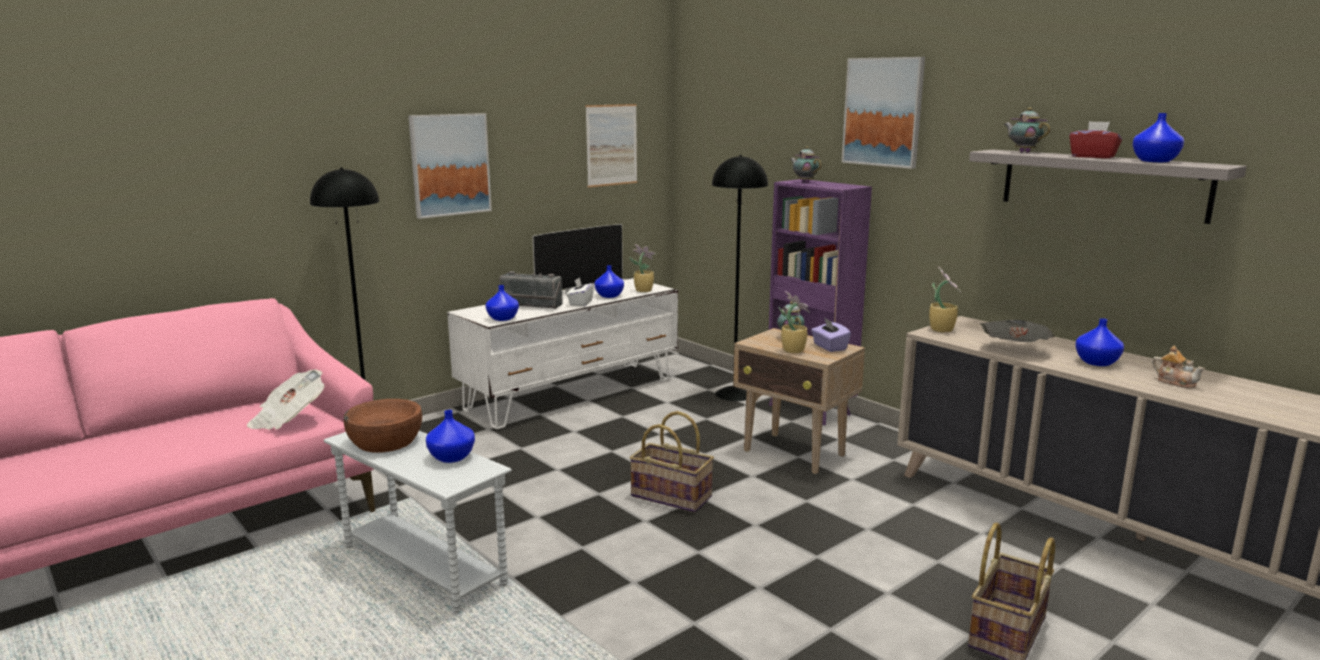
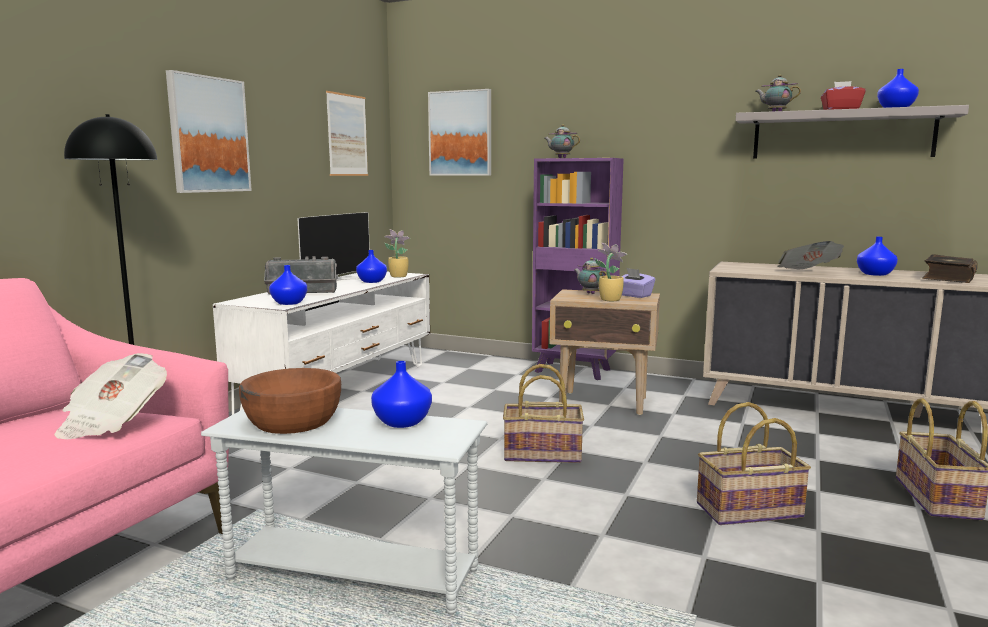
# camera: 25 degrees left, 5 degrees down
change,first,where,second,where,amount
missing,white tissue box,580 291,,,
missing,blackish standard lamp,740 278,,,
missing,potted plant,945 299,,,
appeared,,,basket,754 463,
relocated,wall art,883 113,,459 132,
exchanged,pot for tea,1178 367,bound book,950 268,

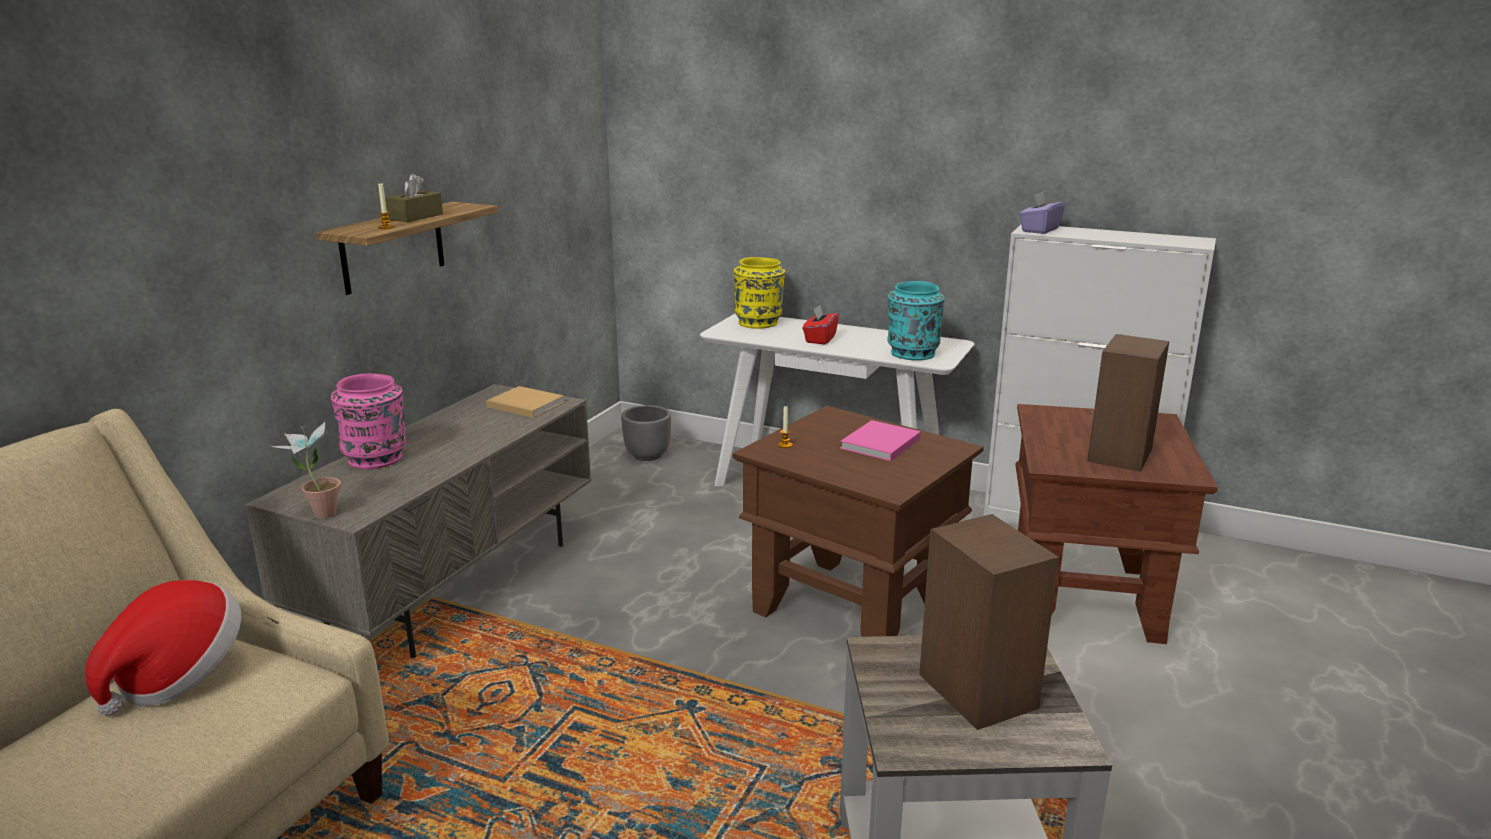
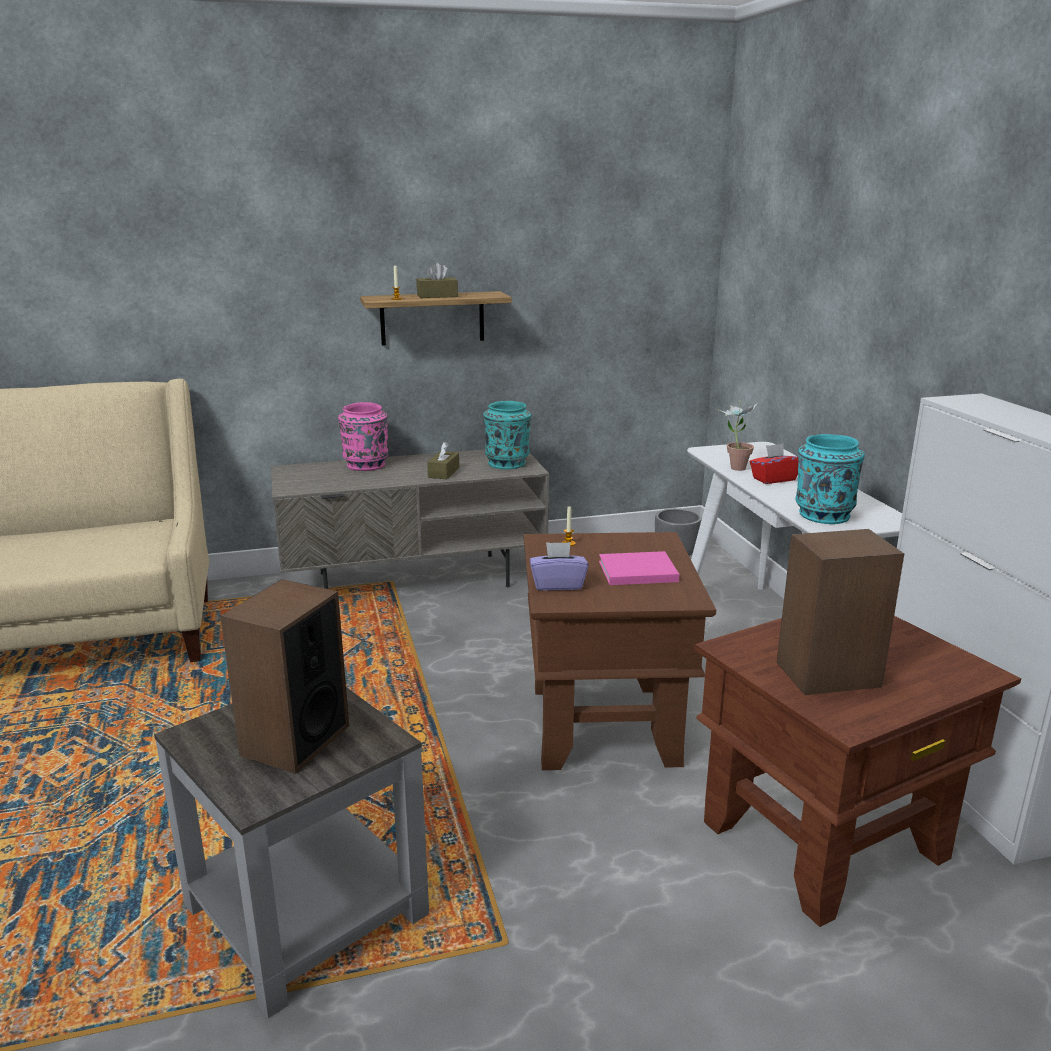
# camera: 50 degrees right, 0 degrees up
change,first,where,second,where,amount
missing,hat,163 648,,,
missing,yellow decorative vase,759 293,,,
appeared,,,brown tissue box,443 460,
relocated,potted plant,306 470,,737 436,
relocated,purple tissue box,1042 212,,559 566,
exchanged,beige bound book,525 402,blue-green decorative vase,507 435,

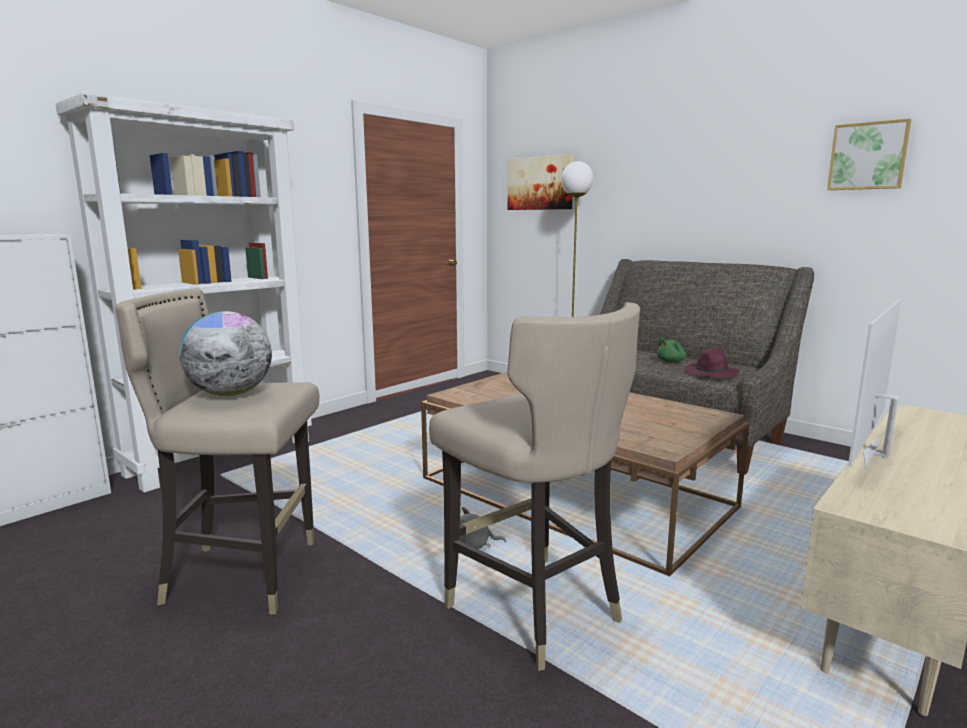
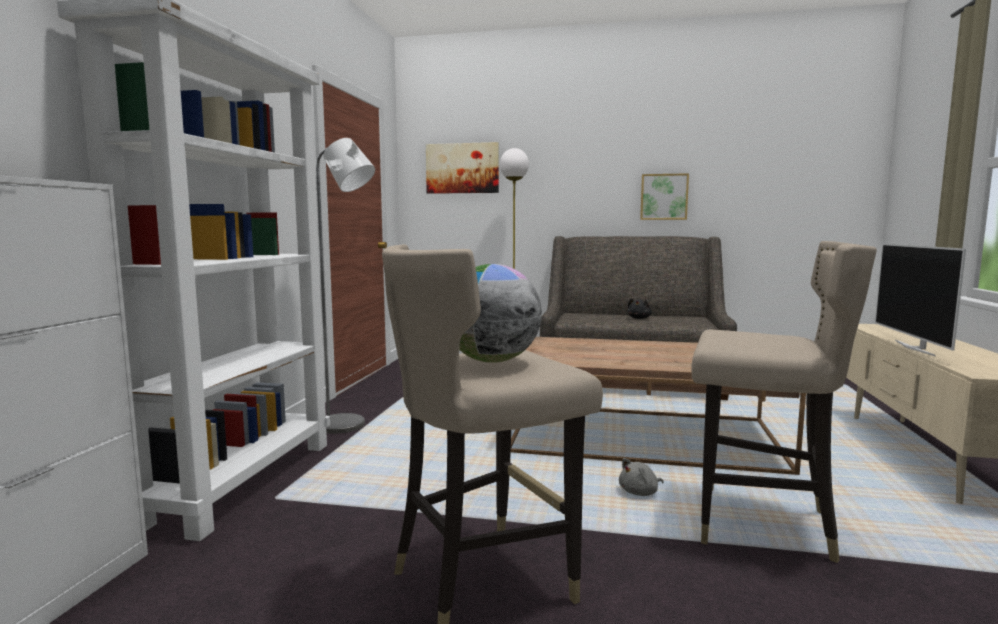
# camera: 30 degrees left, 5 degrees down
change,first,where,second,where,amount
missing,purple hat,712 363,,,
appeared,,,grey standard lamp,345 286,
relocated,wall art,869 154,,664 196,
colour,green-coloured plush toy,671 350,blackish plush toy,639 308,

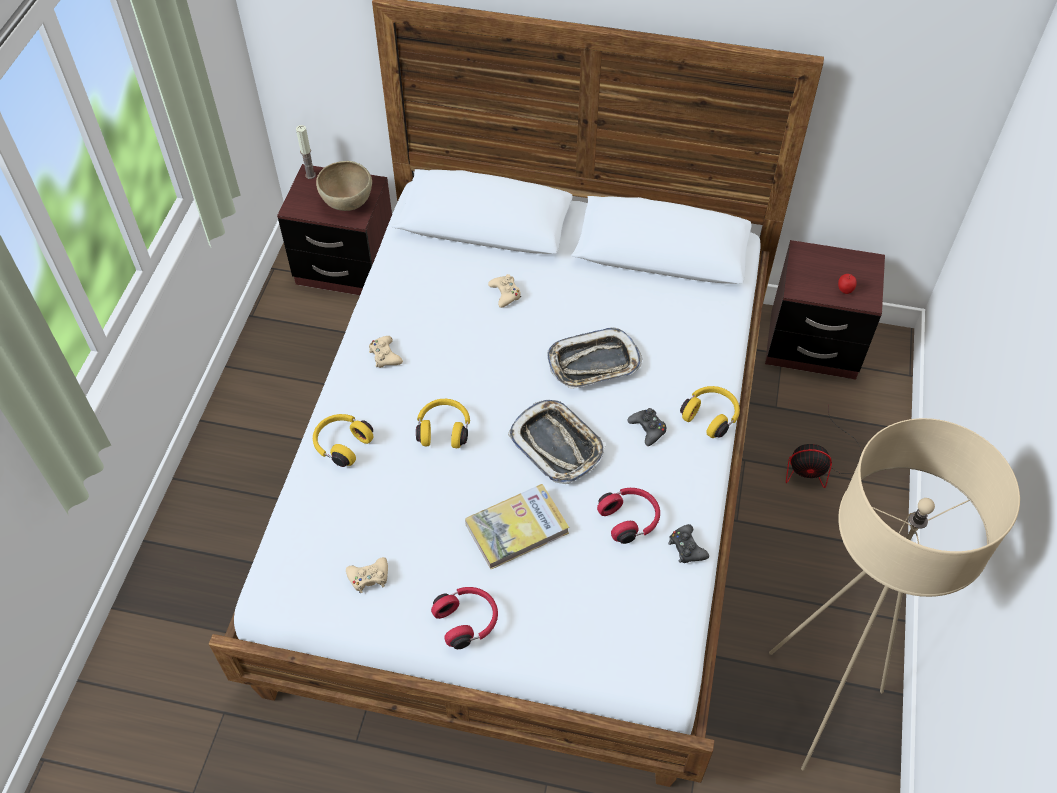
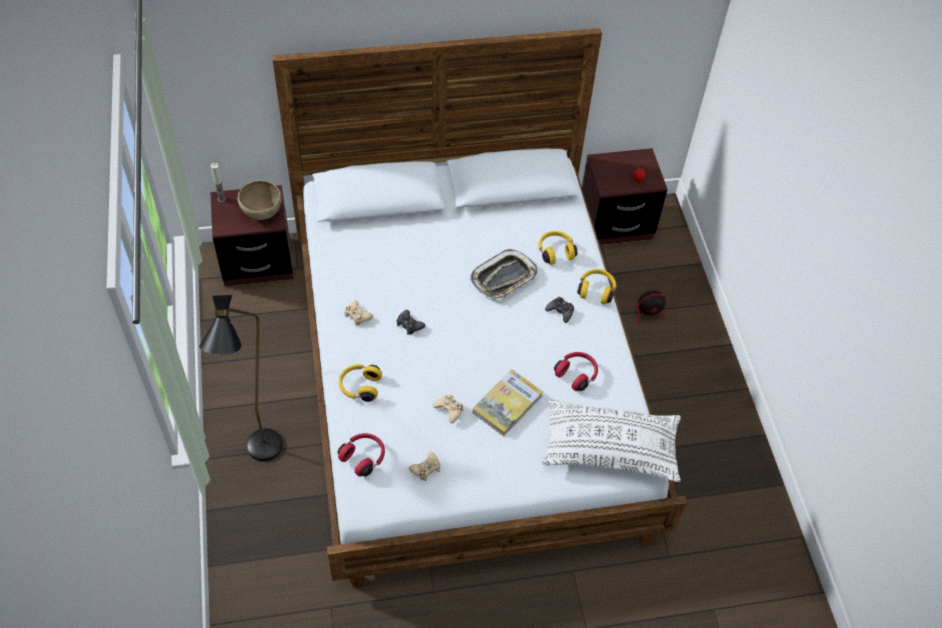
# camera: 25 degrees left, 0 degrees up
change,first,where,second,where,amount
missing,carrying tray,557 442,,,
missing,beige standard lamp,894 594,,,
appeared,,,blackish standard lamp,241 378,
appeared,,,white throw pillow,611 440,
relocated,yellow headphones,443 423,,557 248,
relocated,reddish headphones,464 618,,361 455,
relocated,beige game controller,504 291,,448 409,
relocated,blackish game controller,688 543,,411 322,

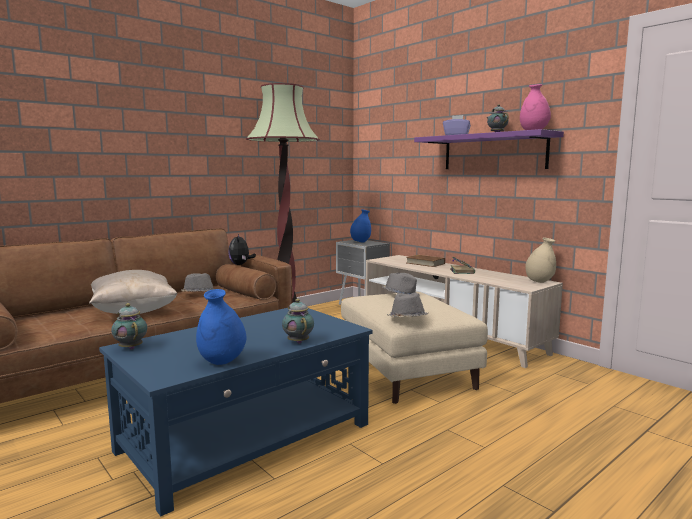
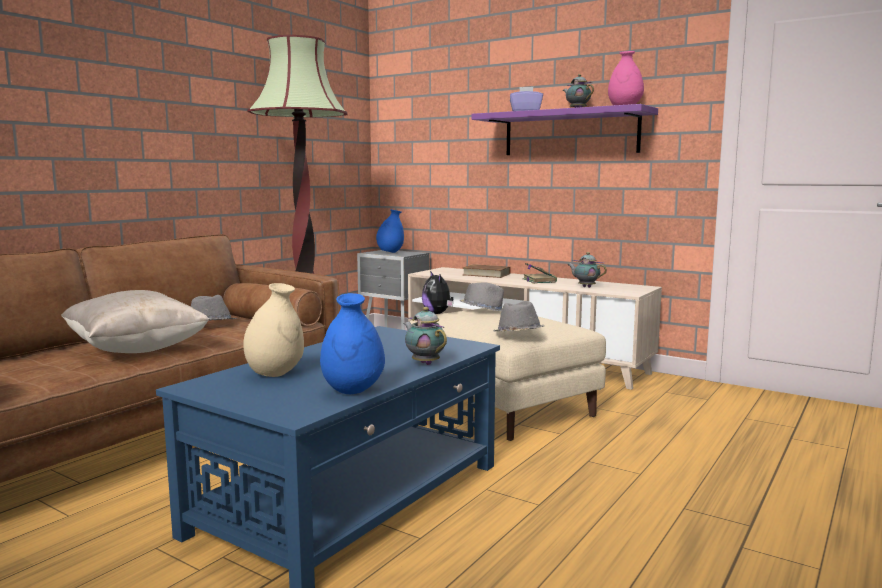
# camera: 15 degrees left, 0 degrees up
change,first,where,second,where,amount
relocated,pot for tea,129 326,,587 270,
relocated,plush toy,242 249,,437 292,
relocated,beige decorative vase,540 260,,273 330,

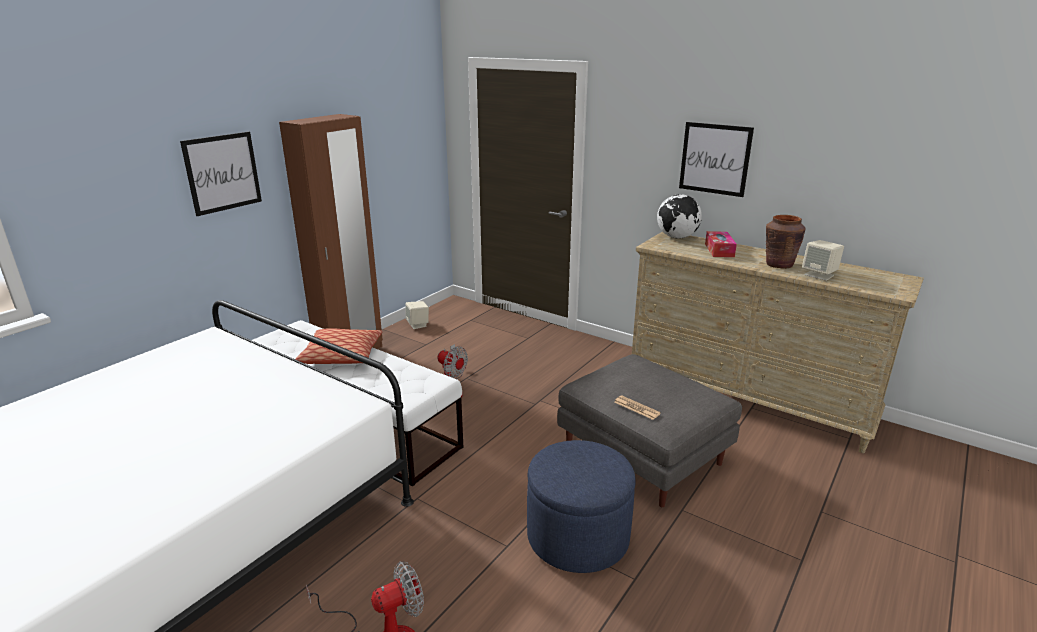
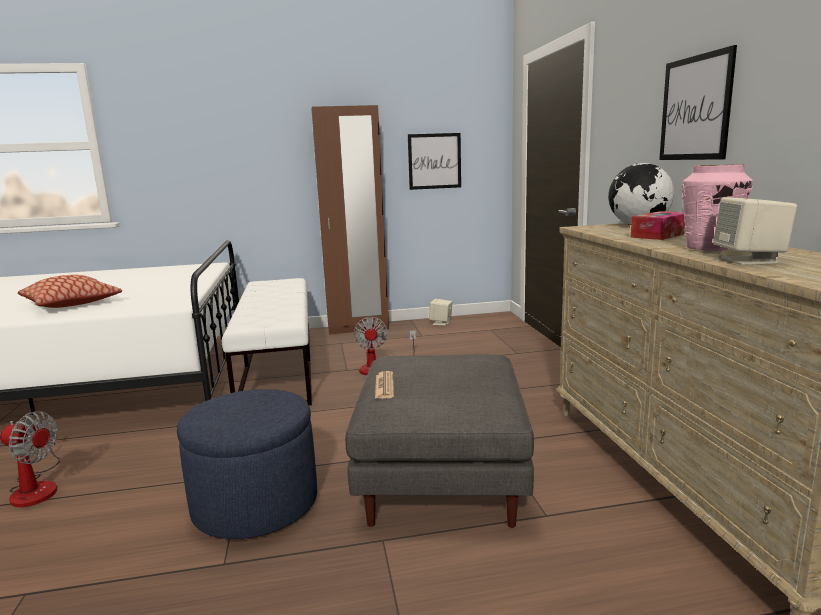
# camera: 45 degrees right, 10 degrees down
change,first,where,second,where,amount
relocated,wall art,221 174,,434 161,
relocated,throw pillow,339 346,,70 291,
colour,brown decorative vase,786 242,pink-coloured decorative vase,717 207,

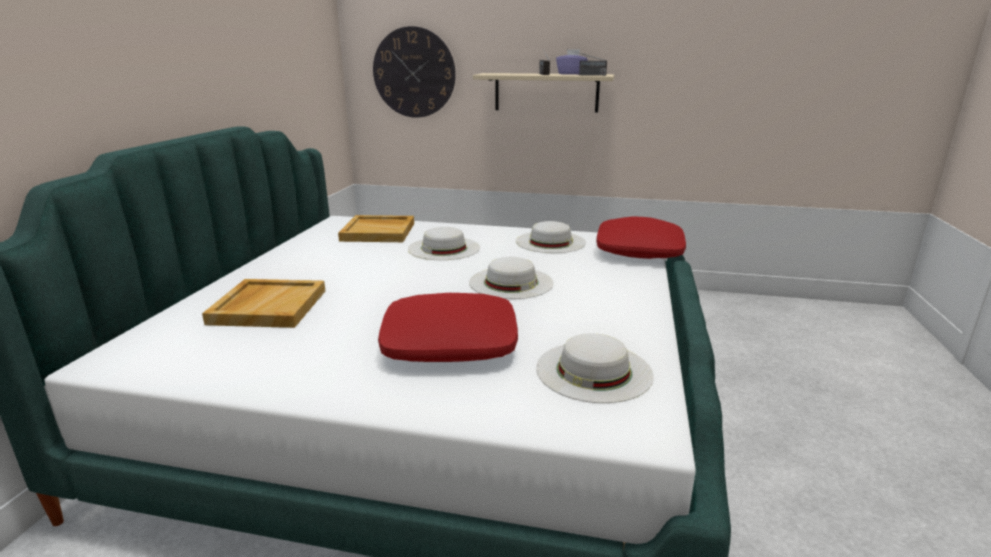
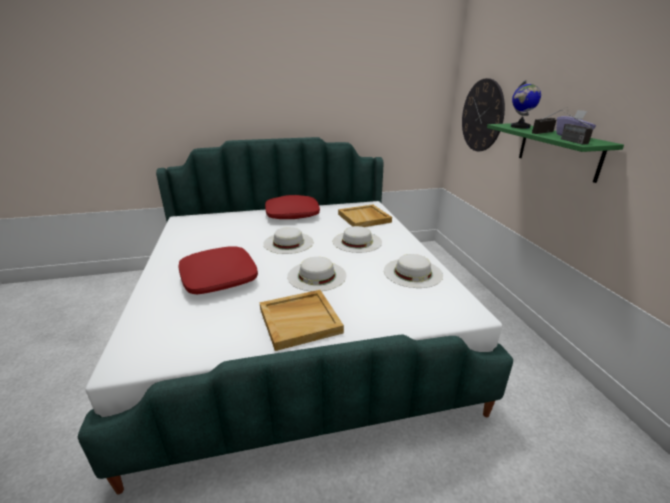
# camera: 65 degrees right, 5 degrees up
change,first,where,second,where,amount
appeared,,,desk globe,526 104,
relocated,beige carrying tray,263 303,,301 320,
relocated,white hat,595 368,,288 240,
relocated,reddish throw pillow,641 237,,292 207,
colour,beige wall shelf,543 93,green-coloured wall shelf,555 153,

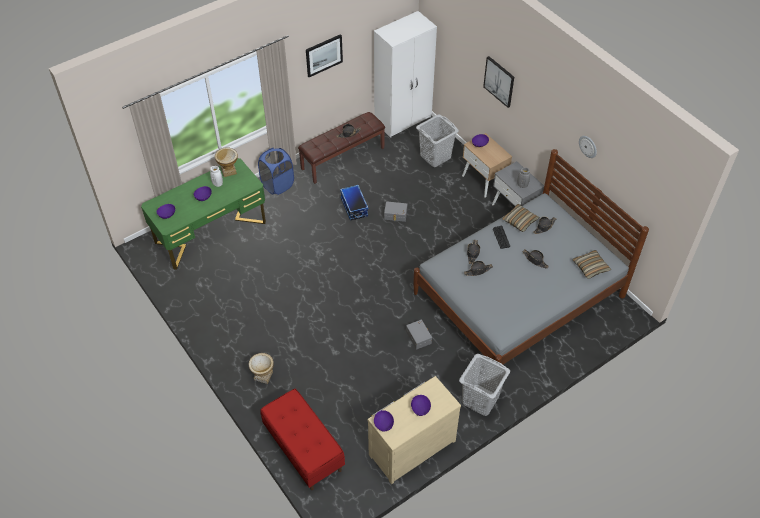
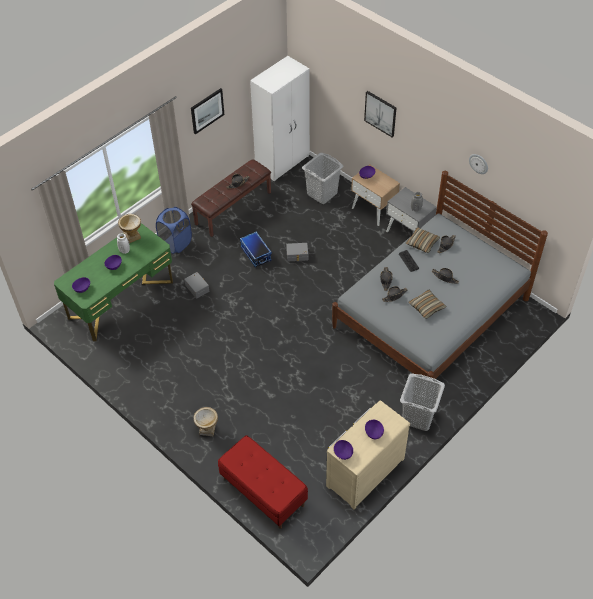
# camera: 10 degrees left, 0 degrees up
change,first,where,second,where,amount
relocated,grey storage container,419 335,,196 285,
relocated,throw pillow,592 264,,427 304,

